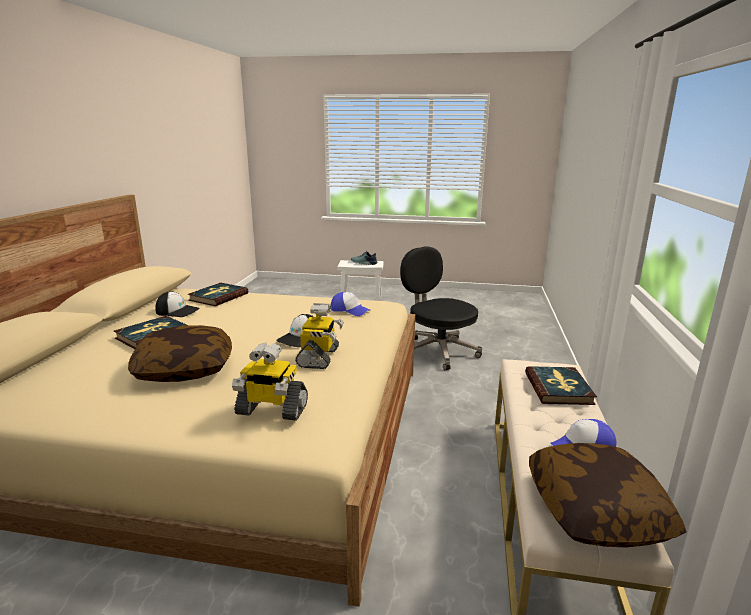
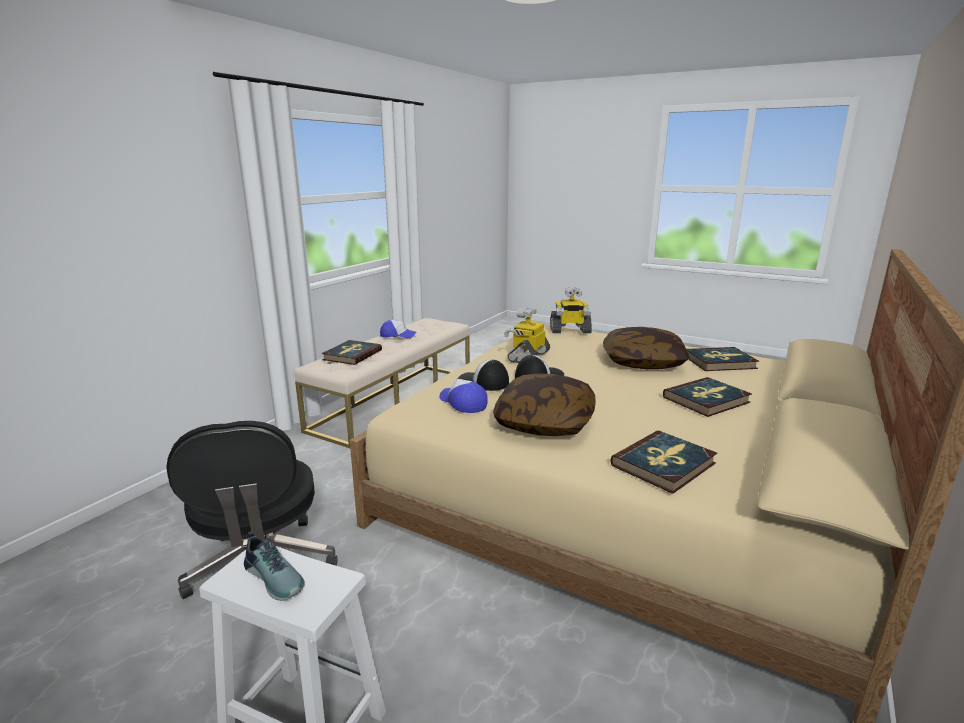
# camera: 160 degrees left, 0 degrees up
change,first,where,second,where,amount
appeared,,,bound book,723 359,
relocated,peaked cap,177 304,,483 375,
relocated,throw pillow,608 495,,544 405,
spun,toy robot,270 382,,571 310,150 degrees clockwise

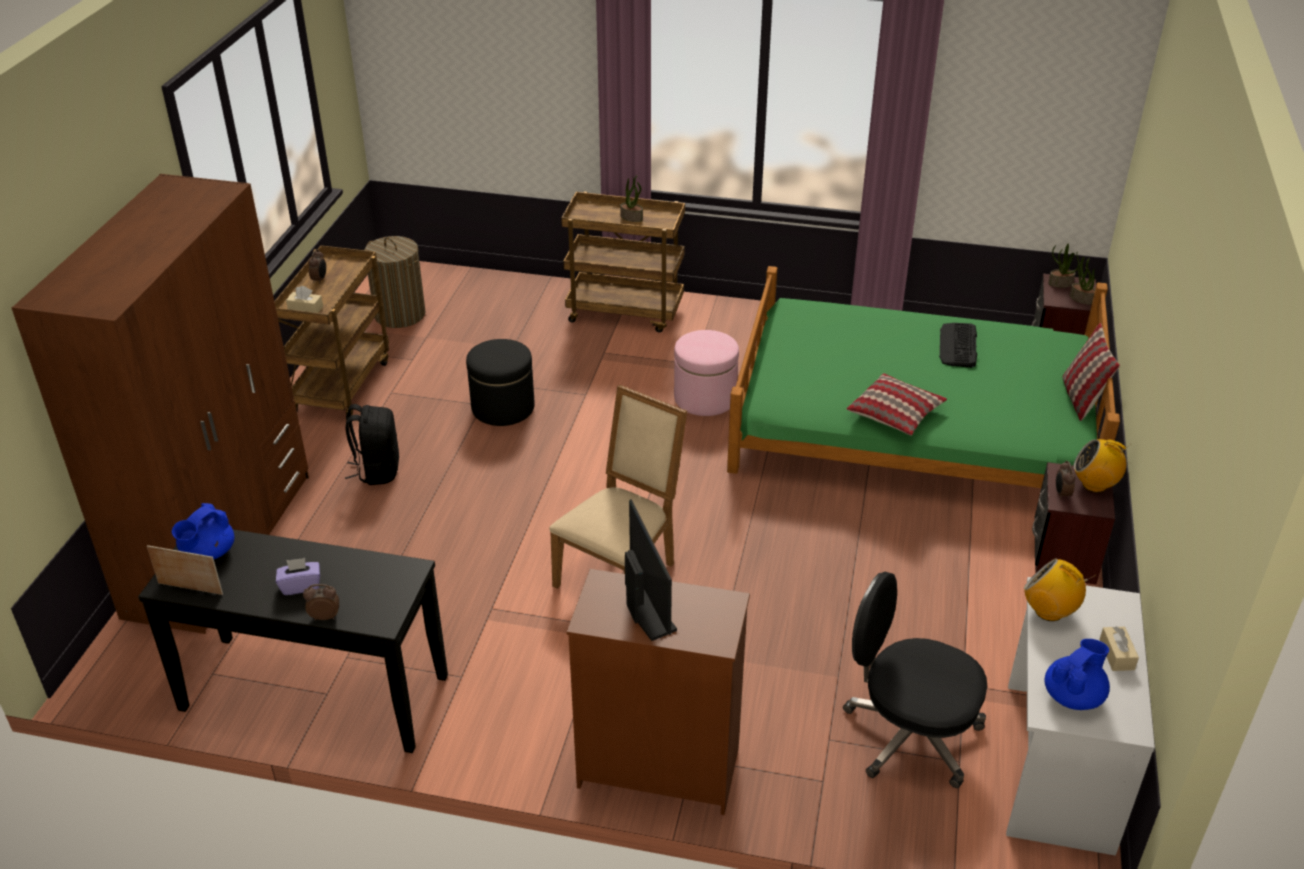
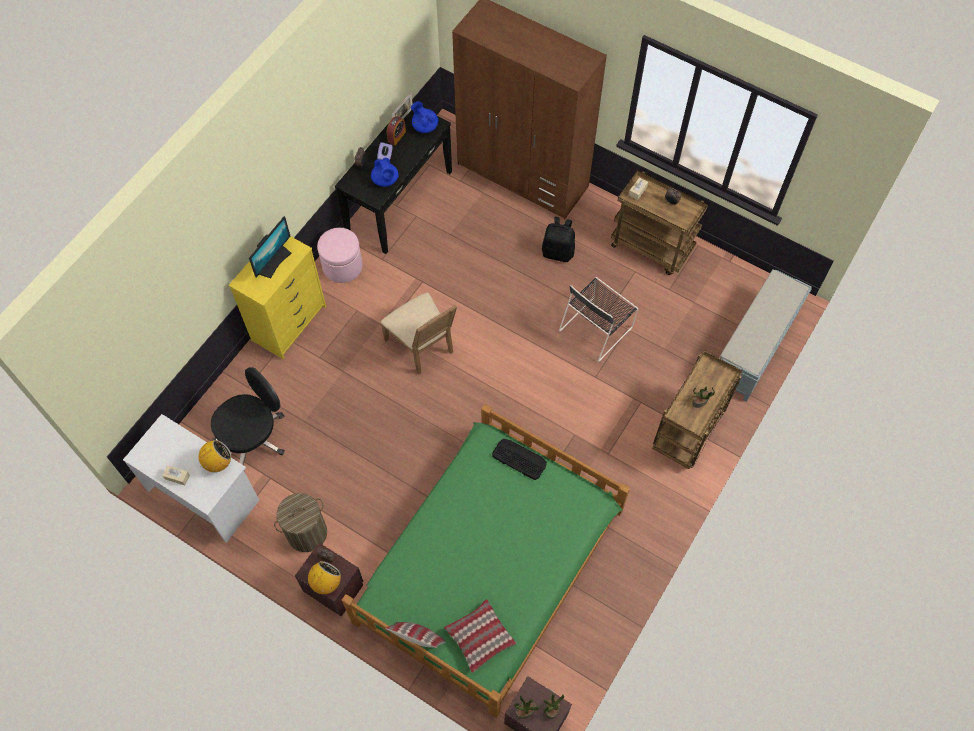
# camera: 110 degrees right, 25 degrees up
change,first,where,second,where,amount
appeared,,,bedside clock,396 131,
appeared,,,grey indoor bench,765 336,
relocated,hamper,395 282,,300 522,
relocated,pink-coloured ottoman,706 373,,340 255,
relocated,throw pillow,897 404,,480 636,
relocated,keyboard,958 345,,519 459,
relocated,bluish pot for tea,1077 674,,385 172,
exchanged,blackish ottoman,500 382,blackish upright chair,598 319,
colour,brown drawer chest,658 692,yellow drawer chest,277 298,
spun,computer screen,651 570,,270 247,60 degrees counterclockwise

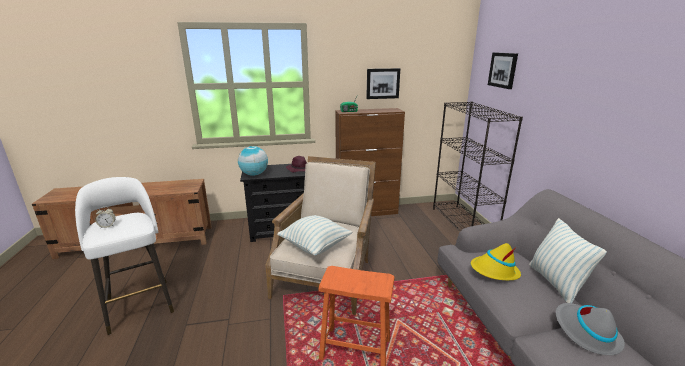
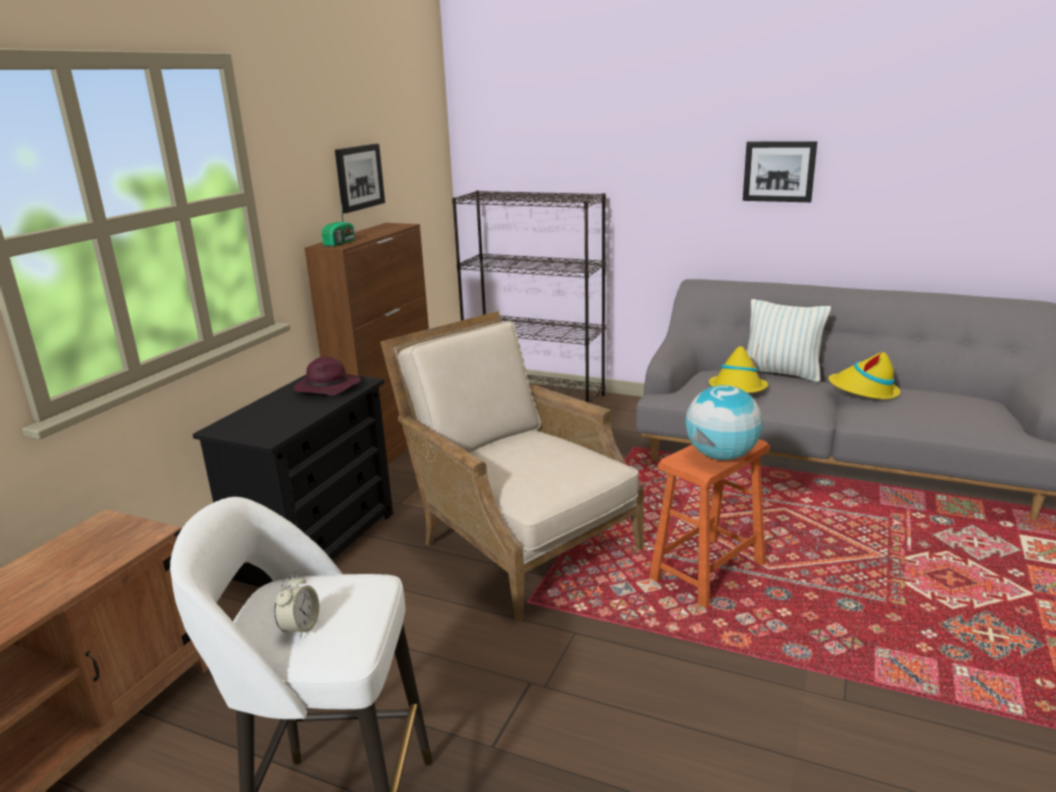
# camera: 55 degrees left, 0 degrees up
change,first,where,second,where,amount
missing,throw pillow,314 235,,,
relocated,desk globe,253 161,,724 422,
relocated,wall art,503 70,,780 171,
colour,grey hat,590 329,yellow hat,864 375,

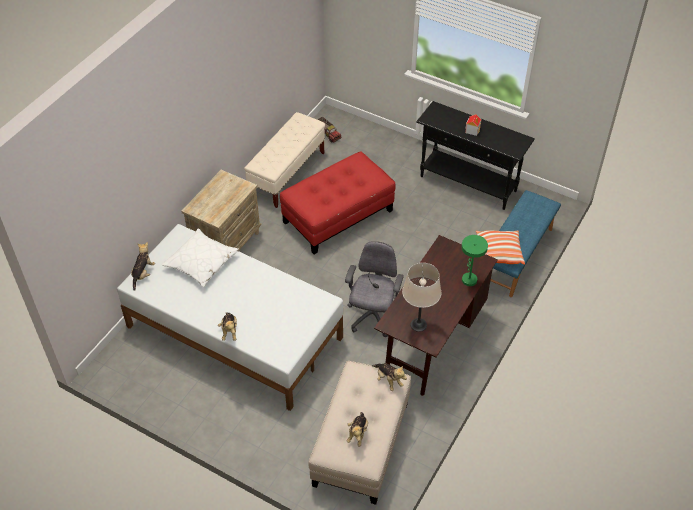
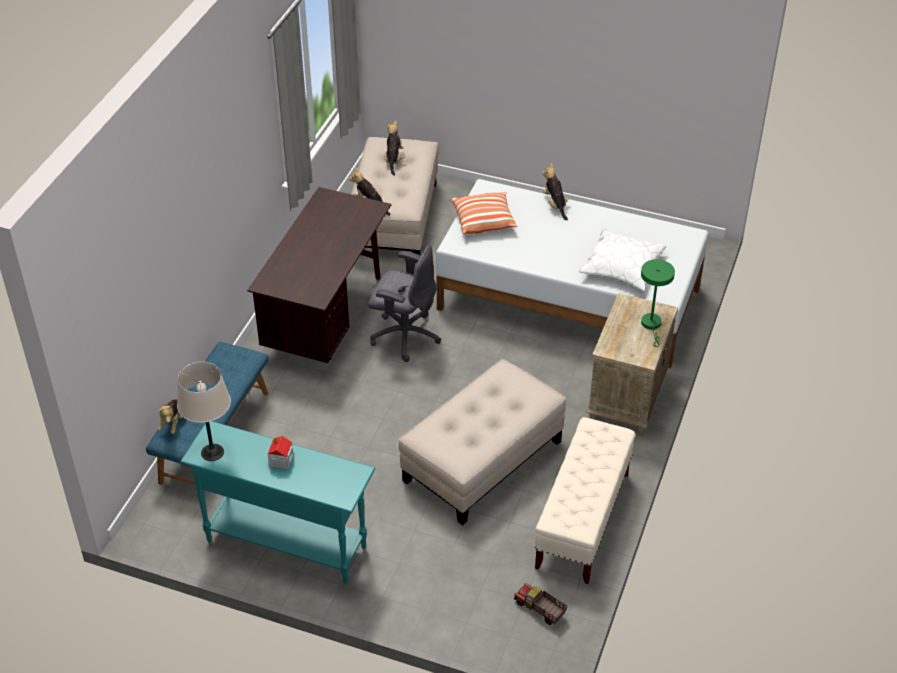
# camera: 170 degrees right, 5 degrees down
change,first,where,second,where,amount
relocated,plush toy,143 266,,170 416,
relocated,beige tabletop lamp,421 297,,204 411,
relocated,green-coloured tabletop lamp,474 260,,658 303,
relocated,throw pillow,500 247,,484 213,
colour,reddish ottoman,338 203,beige ottoman,482 442,
colour,blackish console table,475 155,blue-green console table,277 502,
spun,grey computer chair,374 289,,404 303,75 degrees counterclockwise

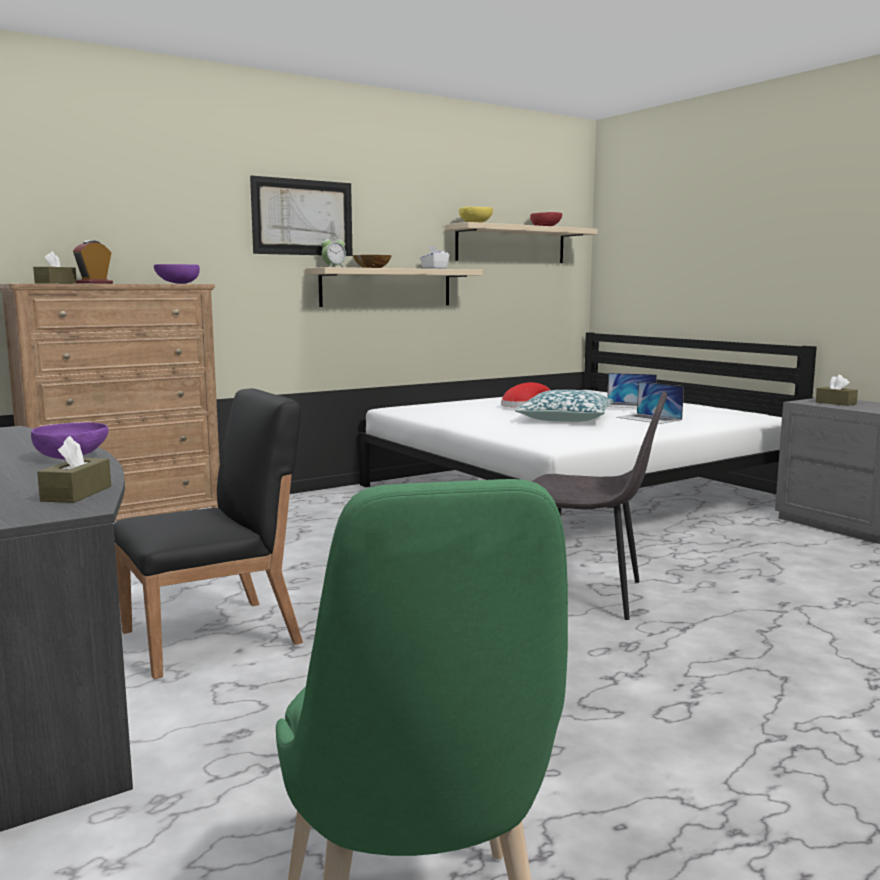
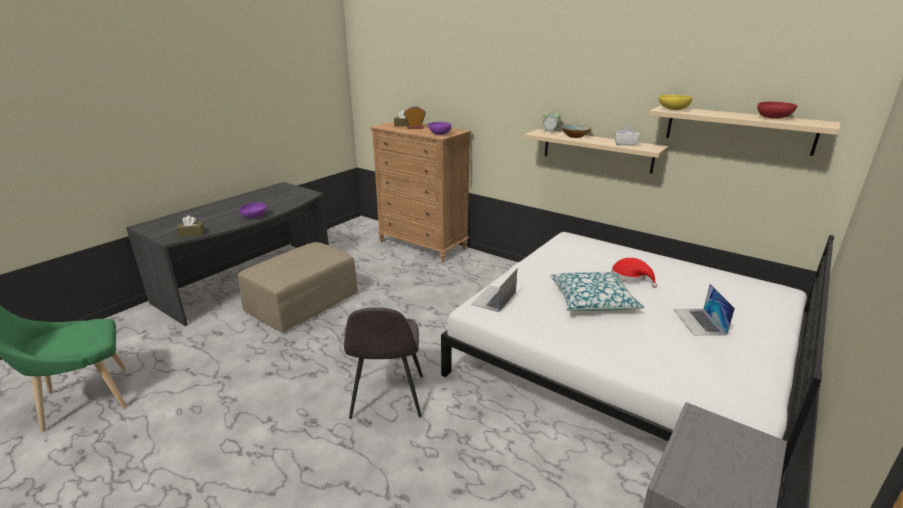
# camera: 70 degrees right, 15 degrees up
change,first,where,second,where,amount
missing,wall art,301 216,,,
missing,brown tissue box,837 390,,,
relocated,notebook computer,650 403,,494 290,
exchanged,blackish upright chair,208 533,beige ottoman,298 287,

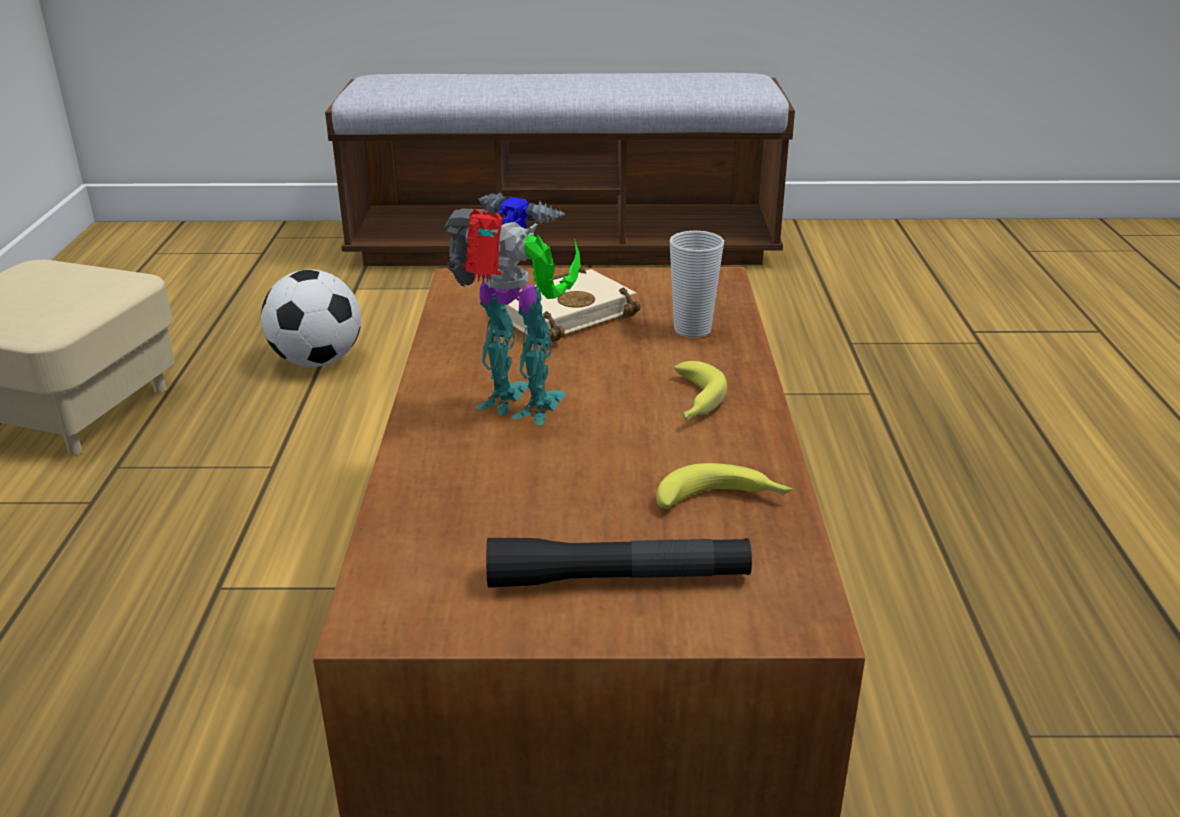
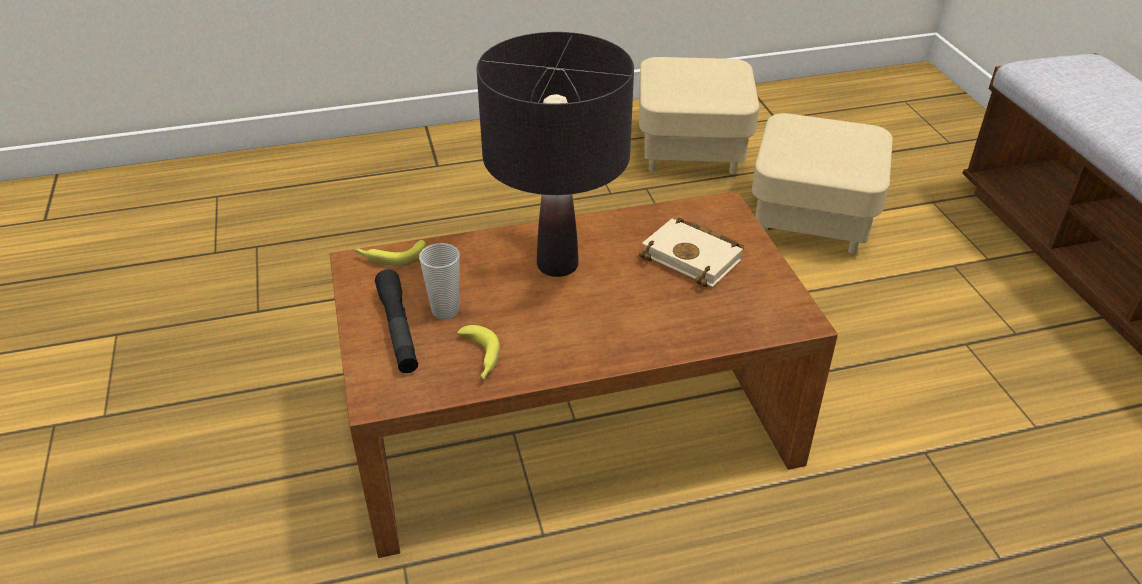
# camera: 75 degrees right, 10 degrees up
change,first,where,second,where,amount
relocated,small cup,697 284,,439 281,
relocated,banana fruit,700 390,,390 253,
exchanged,football ball,311 318,beige ottoman,822 183,
exchanged,toy robot,512 308,blackish tabletop lamp,555 154,

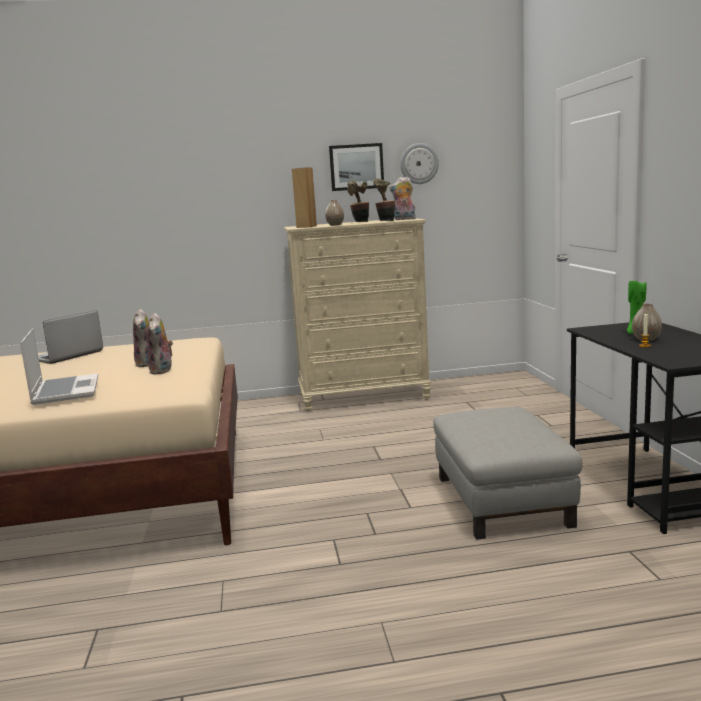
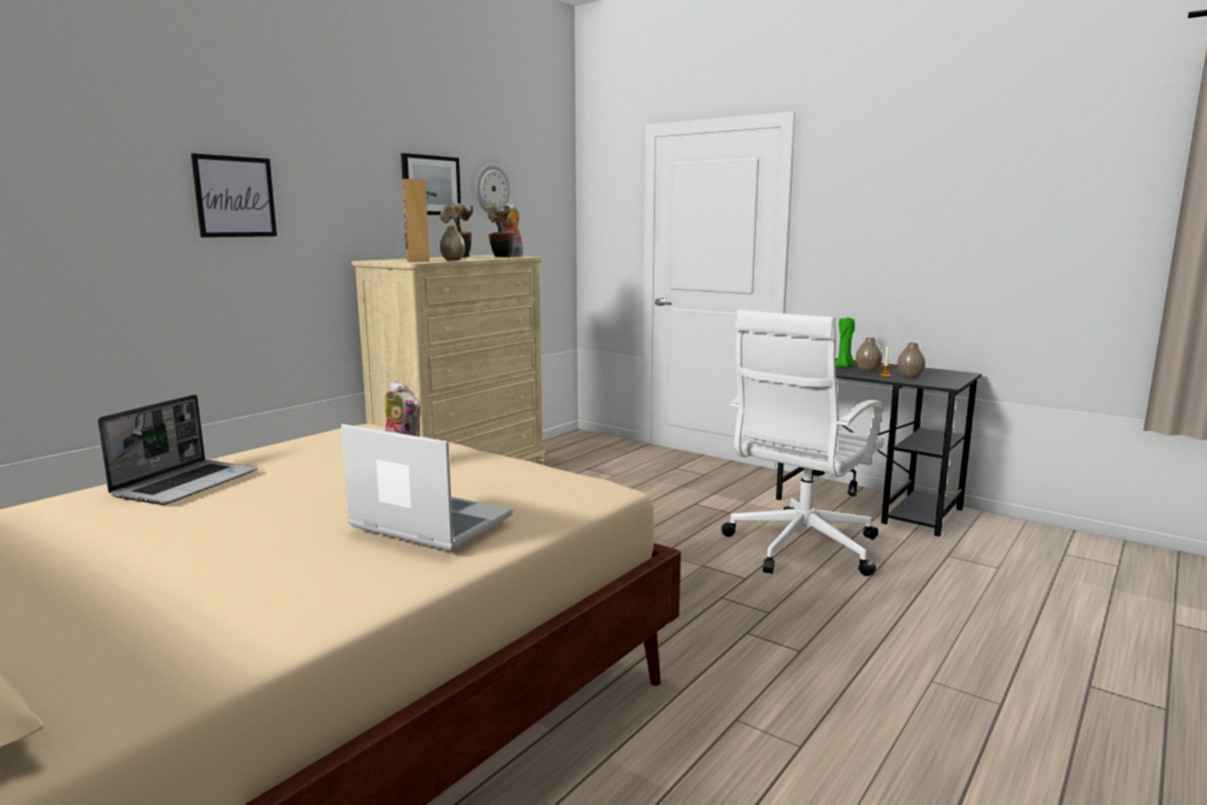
# camera: 45 degrees left, 0 degrees up
change,first,where,second,where,amount
missing,plush toy,160 344,,,
appeared,,,wall art,234 195,
appeared,,,decorative vase,911 360,
exchanged,grey ottoman,508 473,white computer chair,802 442,
spun,notebook computer,70 337,,177 450,150 degrees counterclockwise

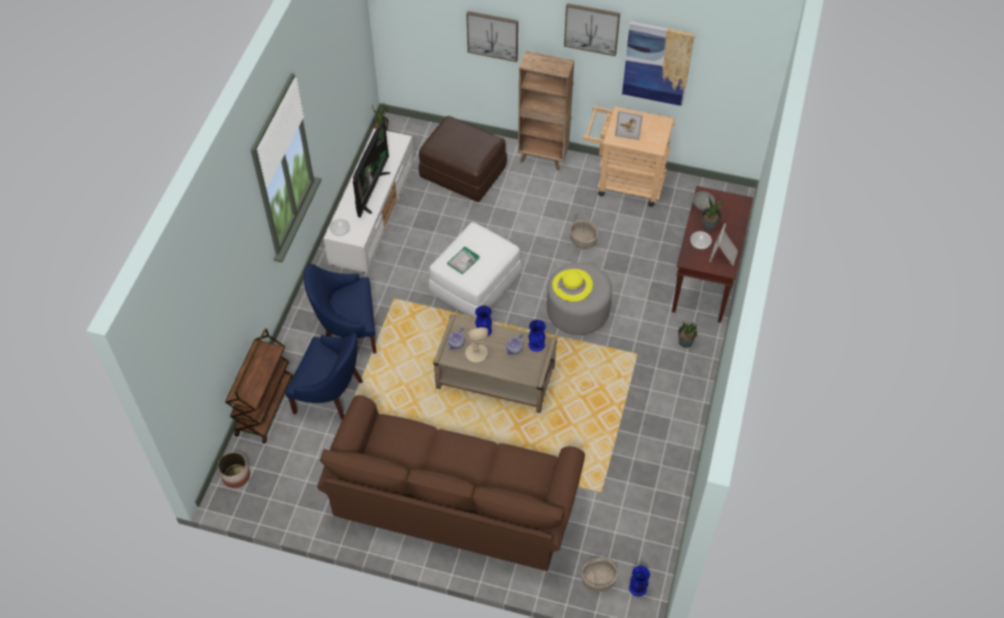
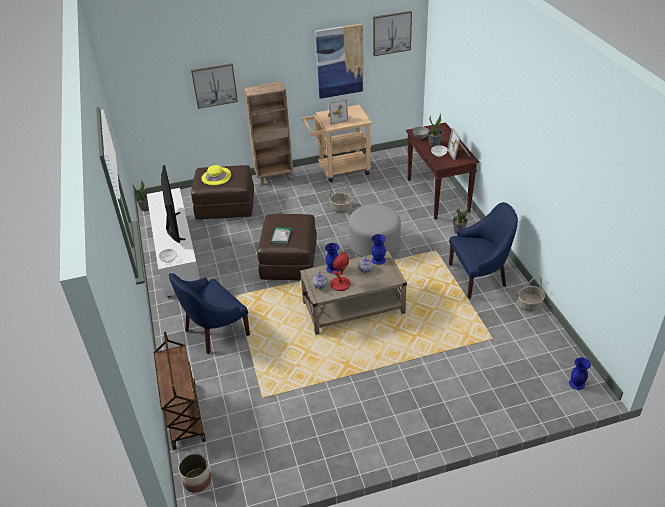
# camera: 30 degrees left, 15 degrees down
change,first,where,second,where,amount
missing,brown couch,451 483,,,
relocated,bluish lounge chair,324 376,,483 250,
relocated,yellow hat,572 285,,216 175,
relocated,wall art,592 29,,392 33,
relocated,basket,599 575,,531 293,
colour,white ottoman,475 271,brown ottoman,287 247,
colour,beige tabletop lamp,476 345,reddish tabletop lamp,341 271,

